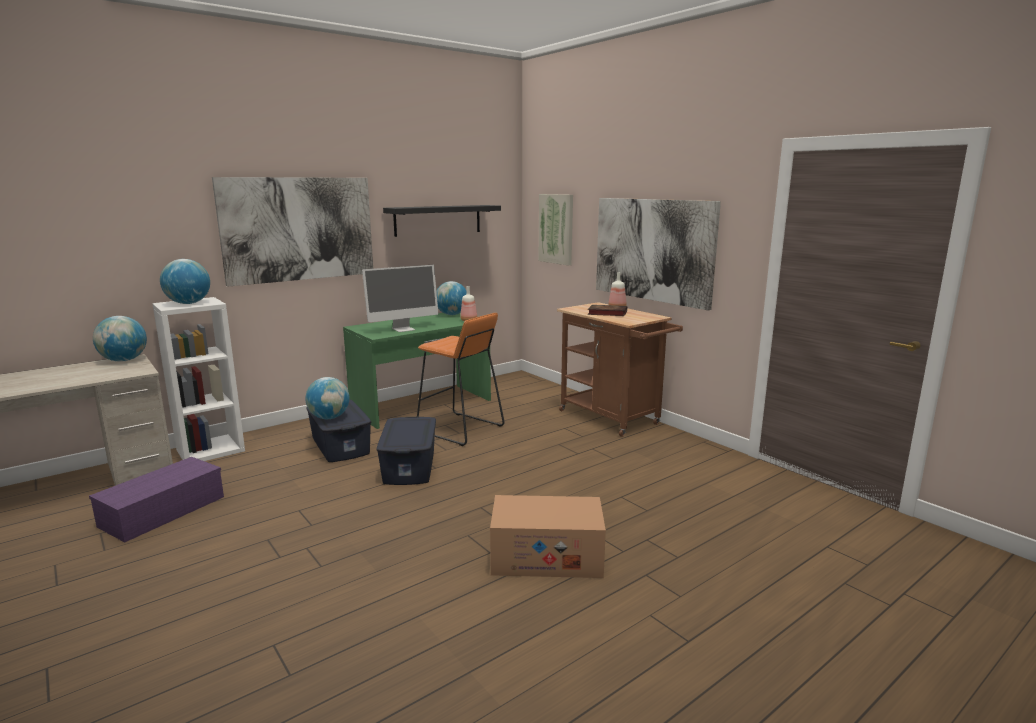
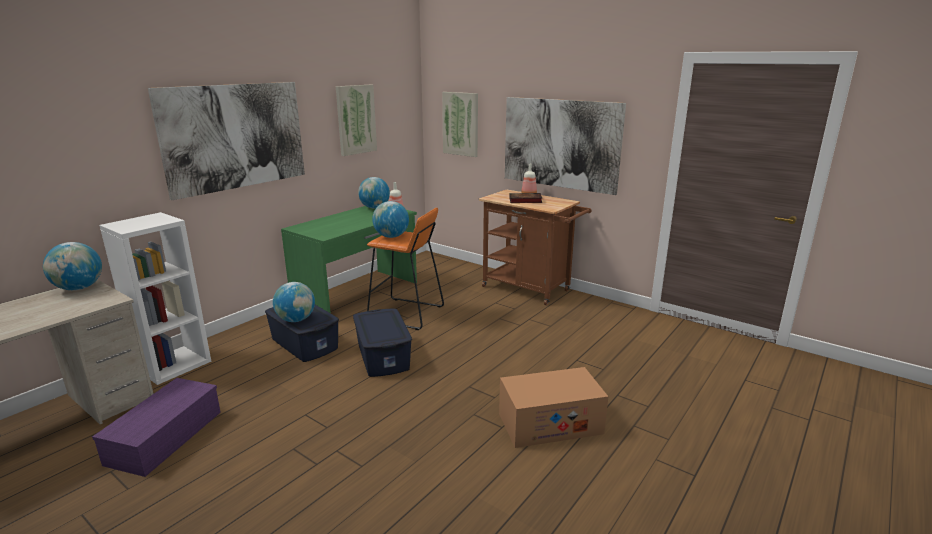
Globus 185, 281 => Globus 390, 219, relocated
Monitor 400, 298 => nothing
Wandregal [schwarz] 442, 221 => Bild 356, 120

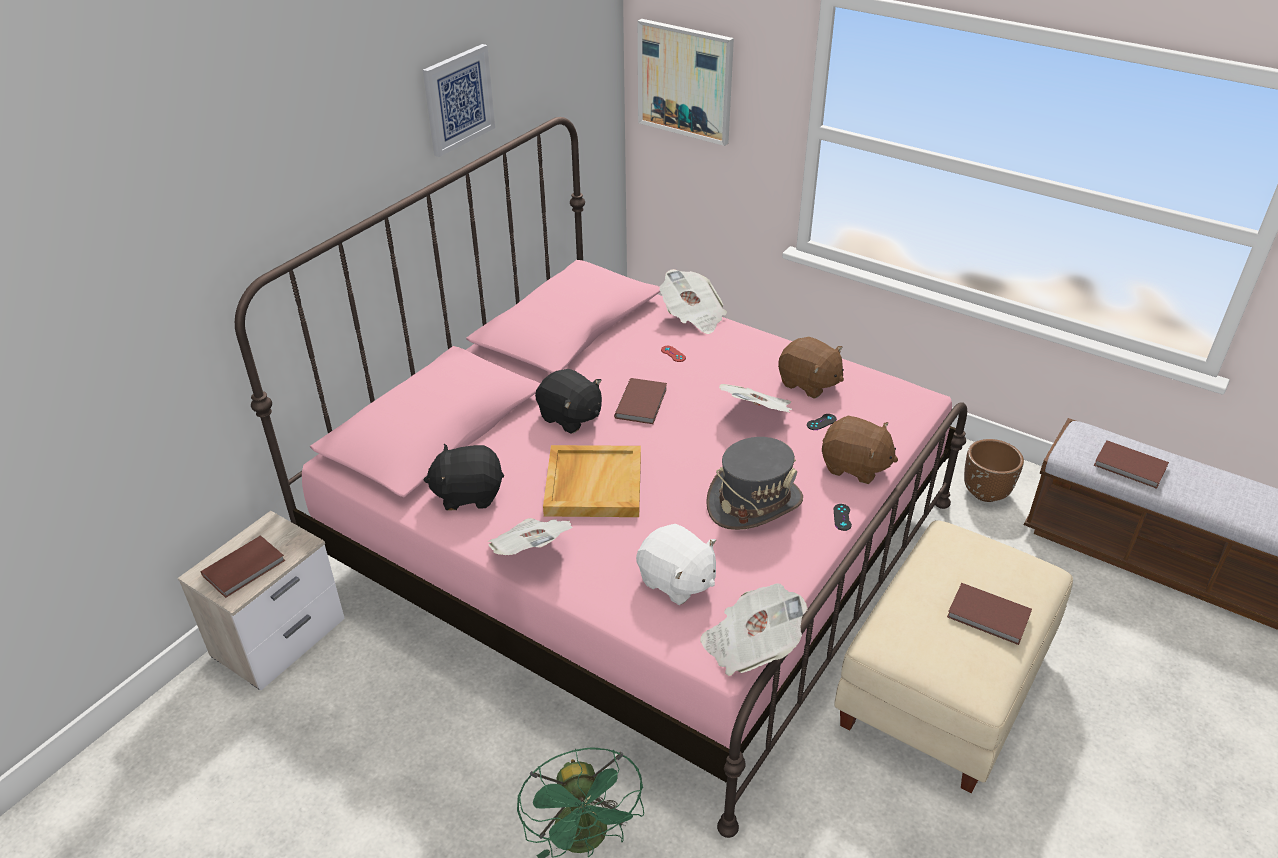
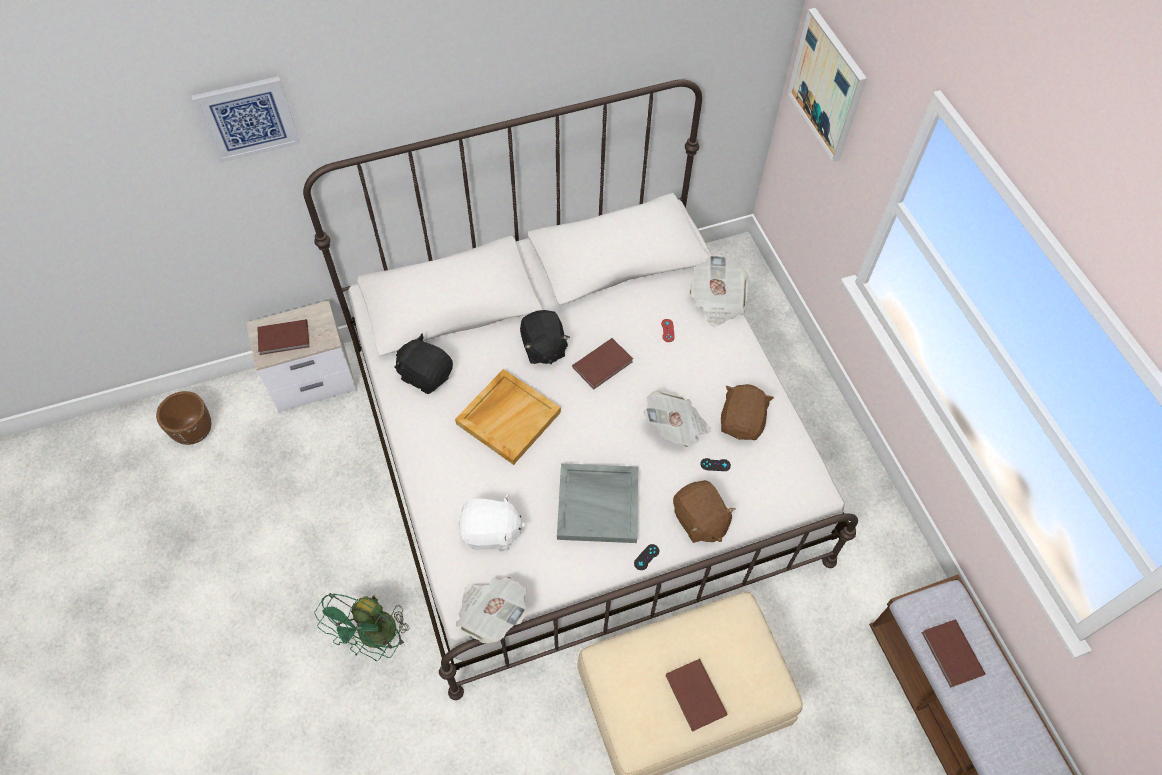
Bett [rosa] 601, 477 => Bett [weiß] 580, 389
Bild 459, 100 => Bild 246, 119, relocated
Zeitung 530, 536 => nothing
Plüschtier [weiß] 676, 564 => Plüschtier [weiß] 492, 522, 75 degrees counterclockwise
Hut [grau] 754, 483 => Tablett [grau] 597, 503
Plüschtier [braun] 811, 367 => Plüschtier [braun] 747, 412, 150 degrees counterclockwise
Pflanzkübel [braun] 994, 470 => Pflanzkübel [braun] 183, 418, relocated

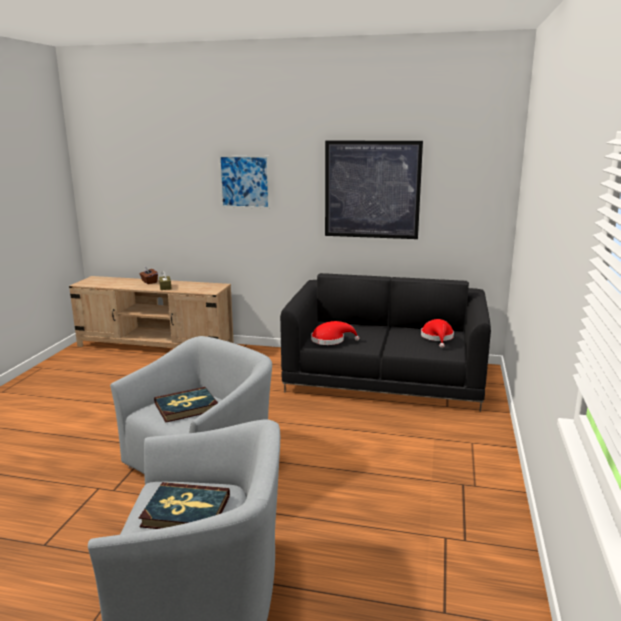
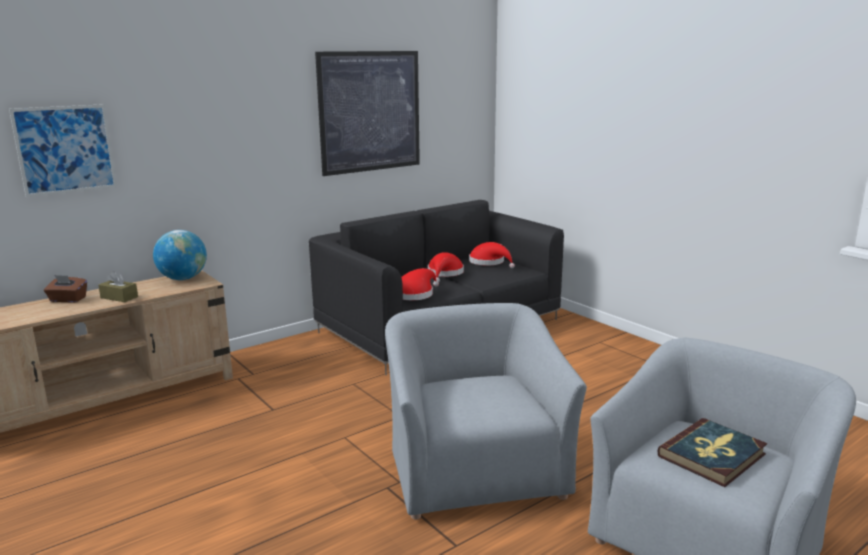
Buch 186, 405 => nothing
Bild 244, 182 => Bild 63, 150, relocated
nothing => Globus 180, 255
nothing => Hut [rot] 446, 267

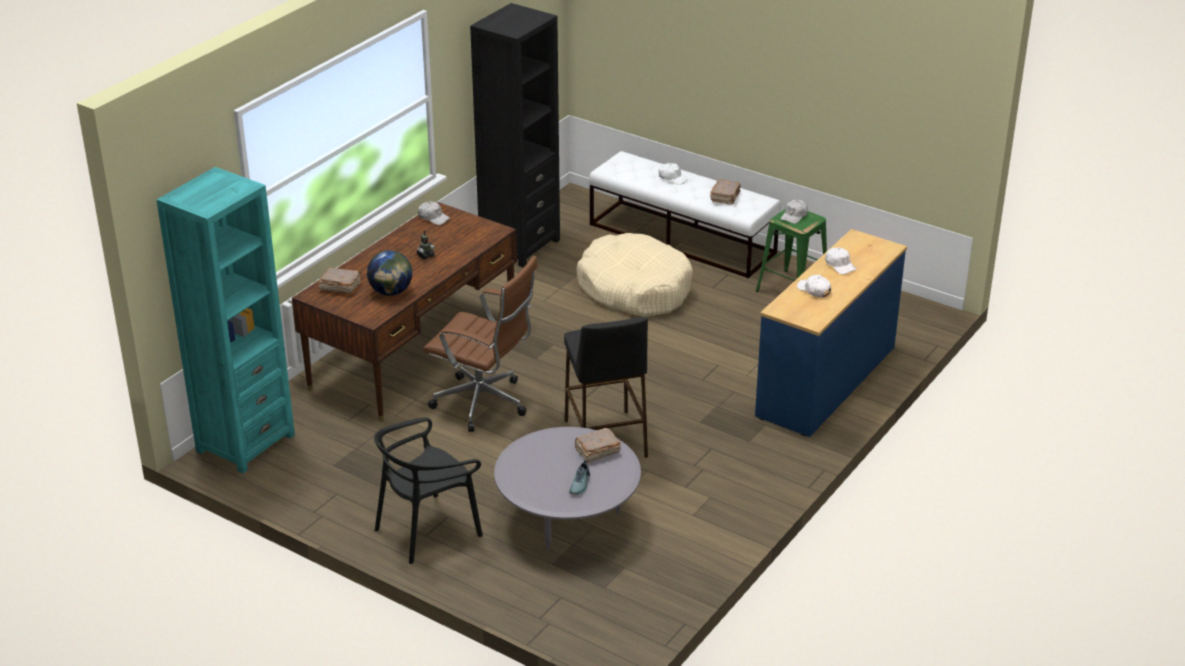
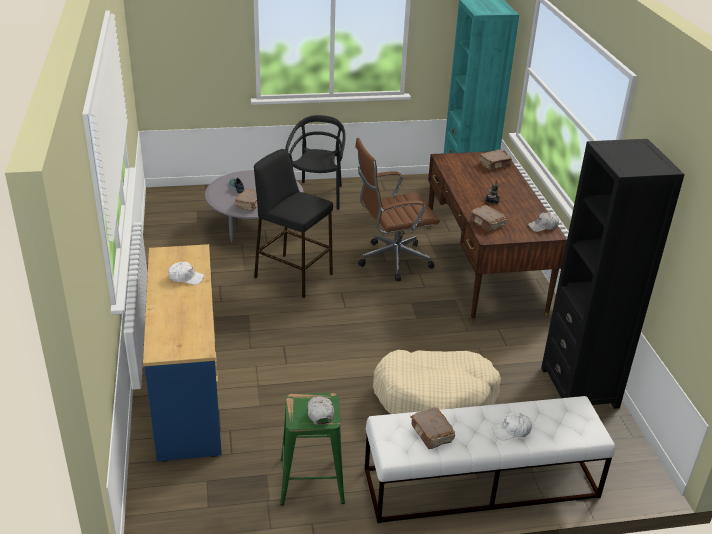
Globus 389, 273 => nothing
Kappe [weiß] 841, 260 => nothing
nothing => Buch [braun] 488, 218

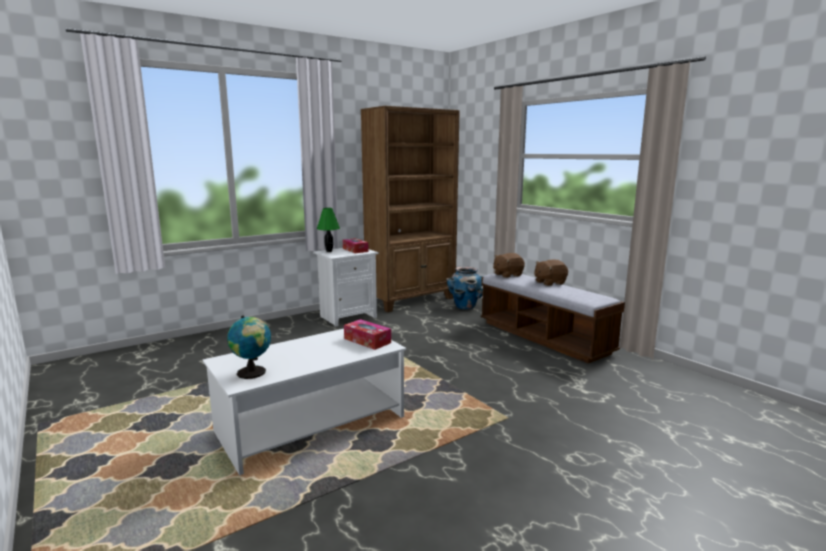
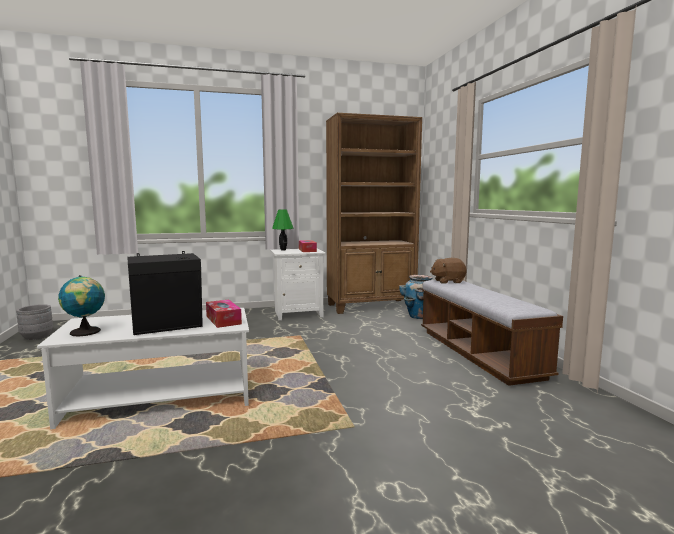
Plüschtier [braun] 551, 273 => nothing
nothing => Pflanzkübel [grau] 34, 322
nothing => Lautsprecher [schwarz] 165, 293

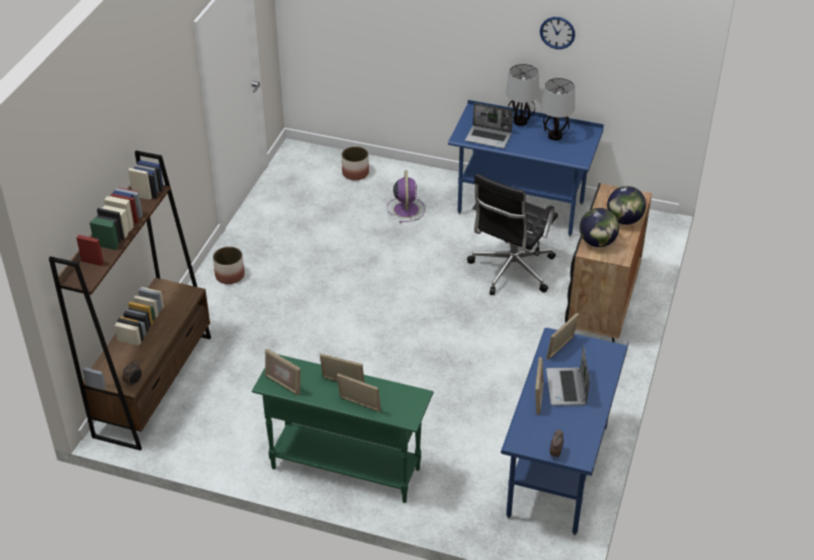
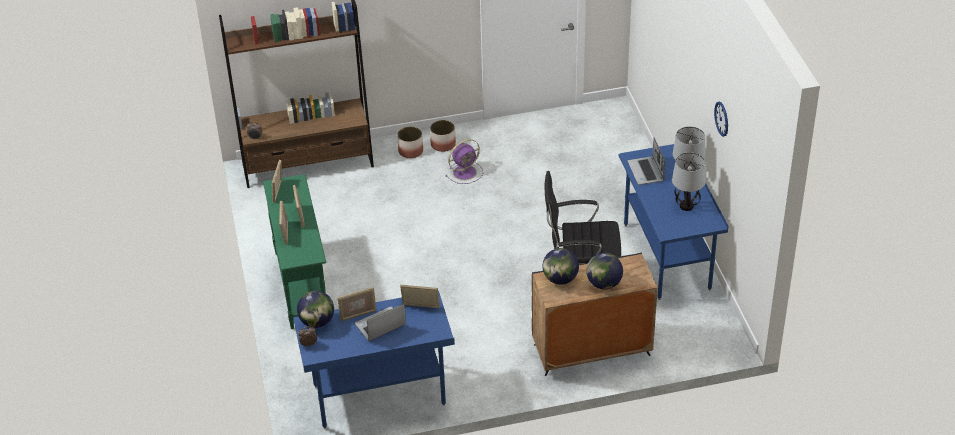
Pflanzkübel 355, 163 => Pflanzkübel 410, 142, relocated
Ventilator [lila] 406, 196 => Ventilator [lila] 464, 161, relocated
nothing => Globus 315, 309

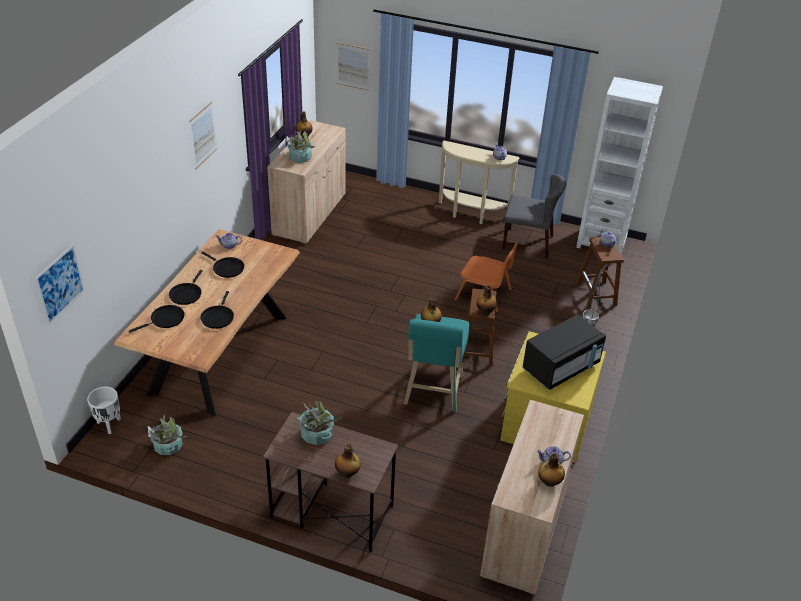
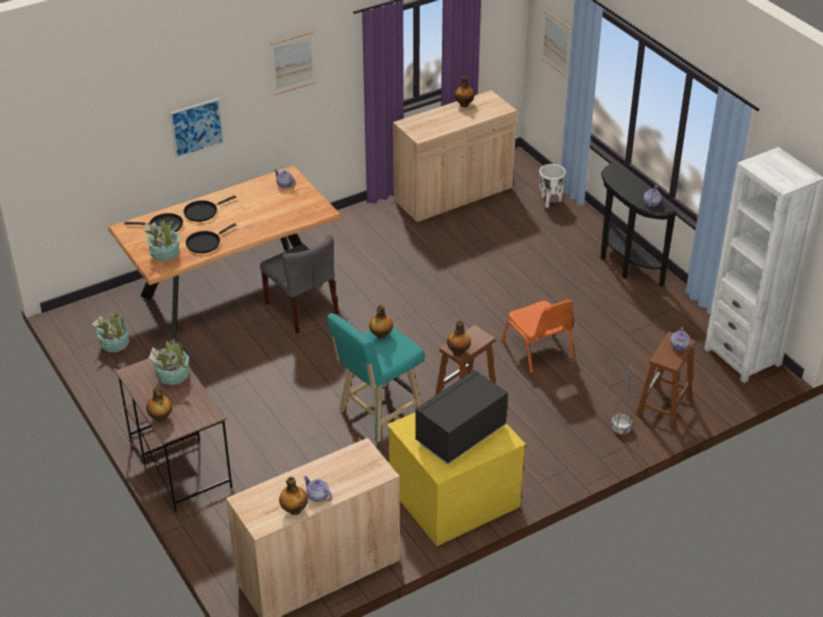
Bild 59, 284 => Bild 197, 128, relocated
Pflanzkübel [weiß] 104, 410 => Pflanzkübel [weiß] 552, 186, relocated
Pfanne [schwarz] 222, 265 => nothing
Topfpflanze 301, 146 => Topfpflanze 161, 240, relocated
Konsolentisch [beige] 479, 182 => Konsolentisch [schwarz] 638, 224
Stuhl [grau] 534, 216 => Stuhl [grau] 299, 284, relocated
Mikrowelle [schwarz] 564, 352 => Mikrowelle [schwarz] 461, 417, 135 degrees clockwise

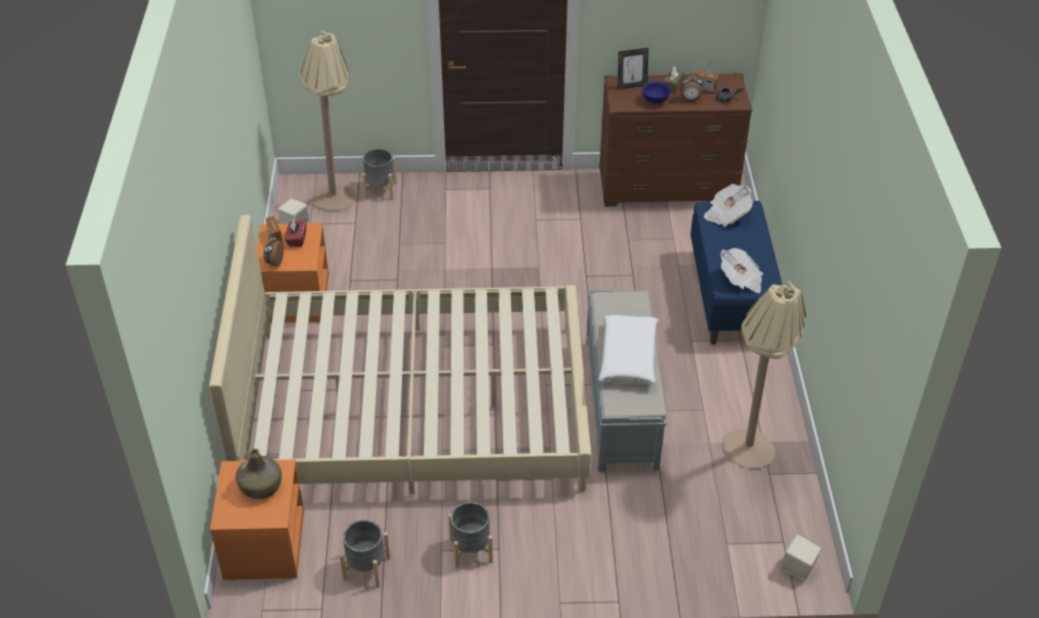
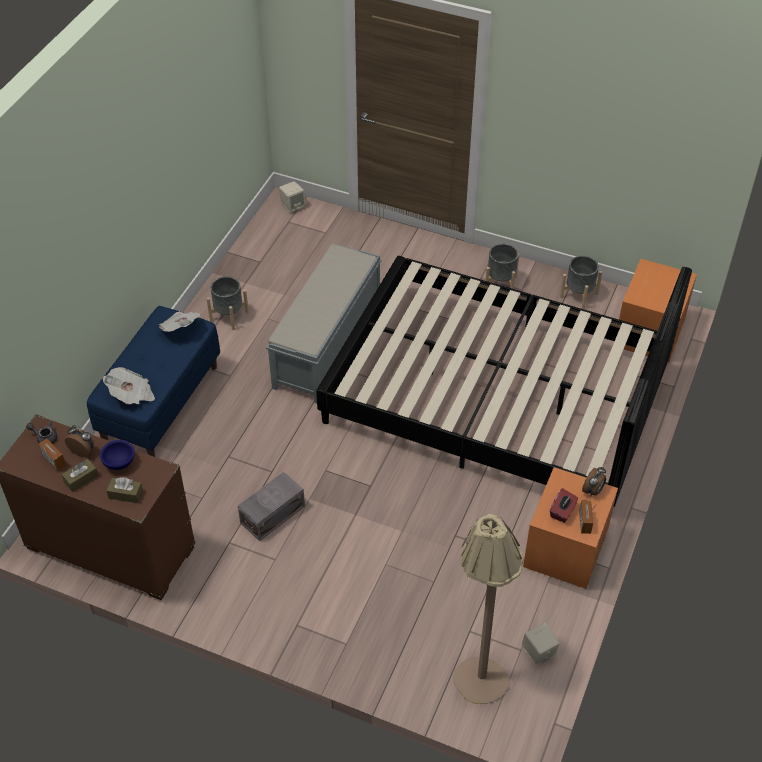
Bett [beige] 400, 355 => Bett [schwarz] 504, 381
Flasche [grün] 259, 473 => nothing
Pflanzkübel [grau] 379, 174 => Pflanzkübel [grau] 228, 303, relocated
Kissen [weiß] 628, 350 => nothing
Bilderrahmen 633, 69 => Taschentuchbox [braun] 124, 490
Stehlampe [beige] 764, 375 => nothing
nothing => Aufbewahrungsbox [grau] 271, 506

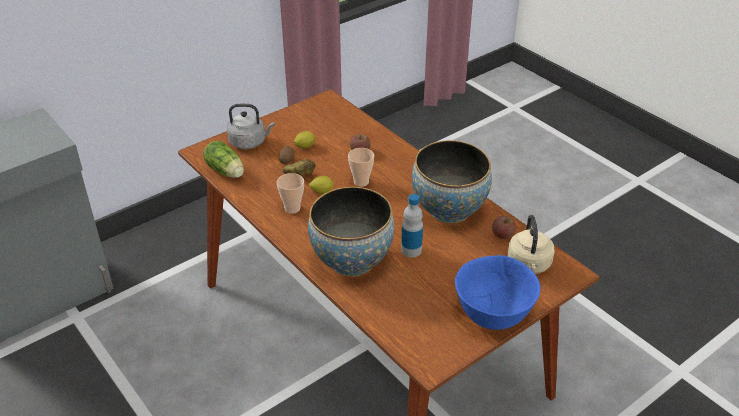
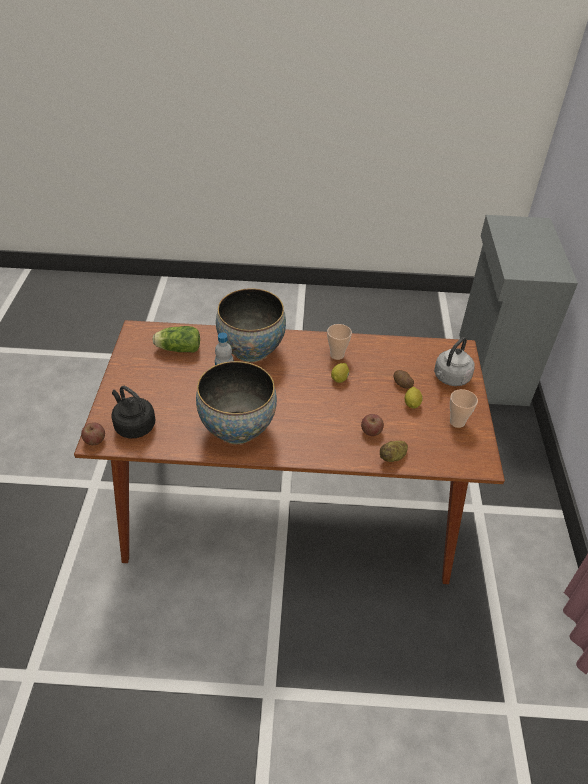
Salatkopf 223, 159 => Salatkopf 176, 339, relocated
Kartoffel 299, 167 => Kartoffel 394, 451, relocated
Tasse 361, 167 => Tasse 464, 408, relocated
Schüssel [blau] 498, 292 => nothing
Apfel 504, 227 => Apfel 93, 433, relocated
Wasserkessel [beige] 531, 244 => Wasserkessel [schwarz] 133, 412

